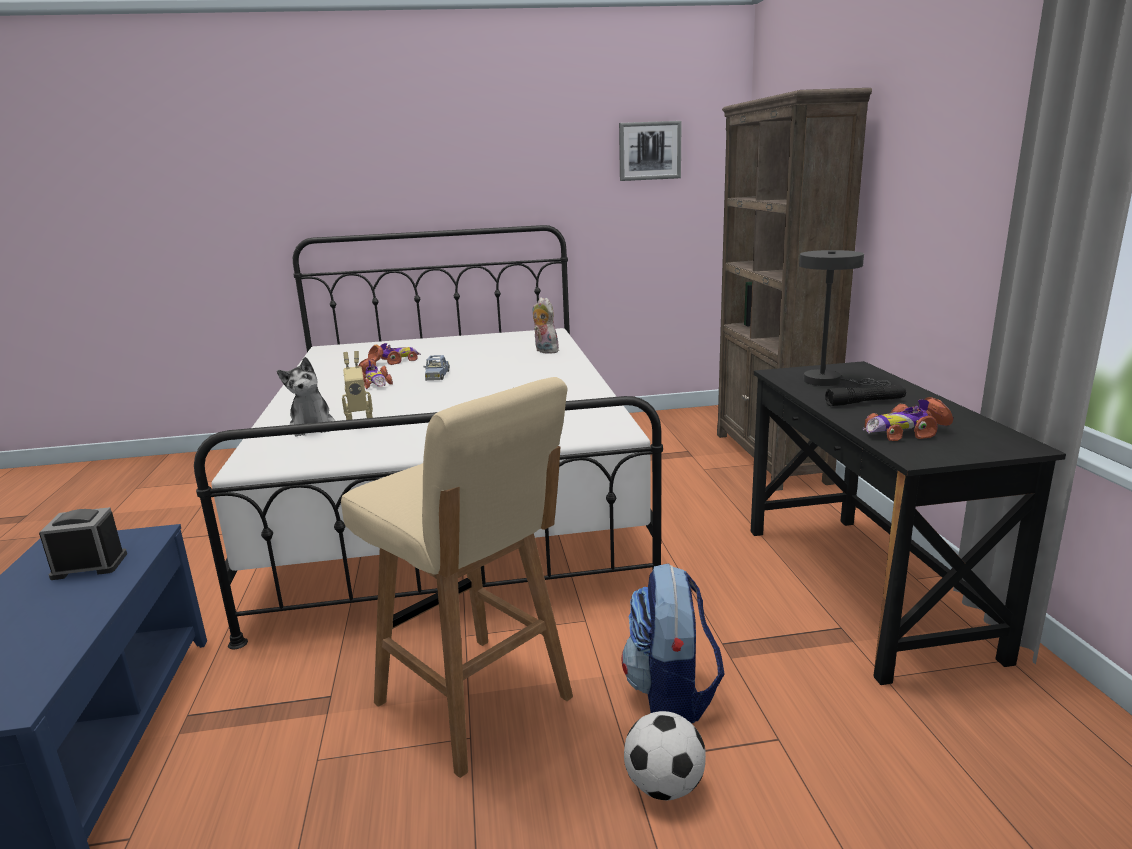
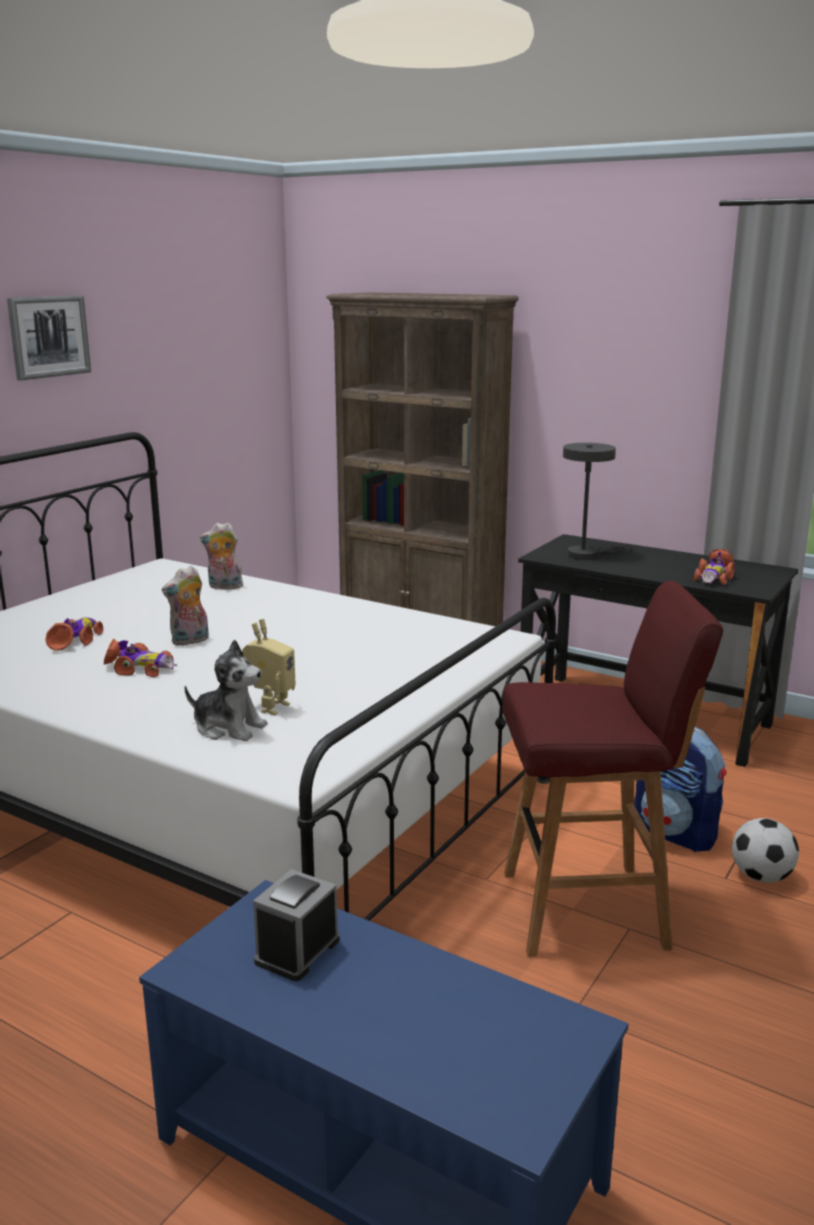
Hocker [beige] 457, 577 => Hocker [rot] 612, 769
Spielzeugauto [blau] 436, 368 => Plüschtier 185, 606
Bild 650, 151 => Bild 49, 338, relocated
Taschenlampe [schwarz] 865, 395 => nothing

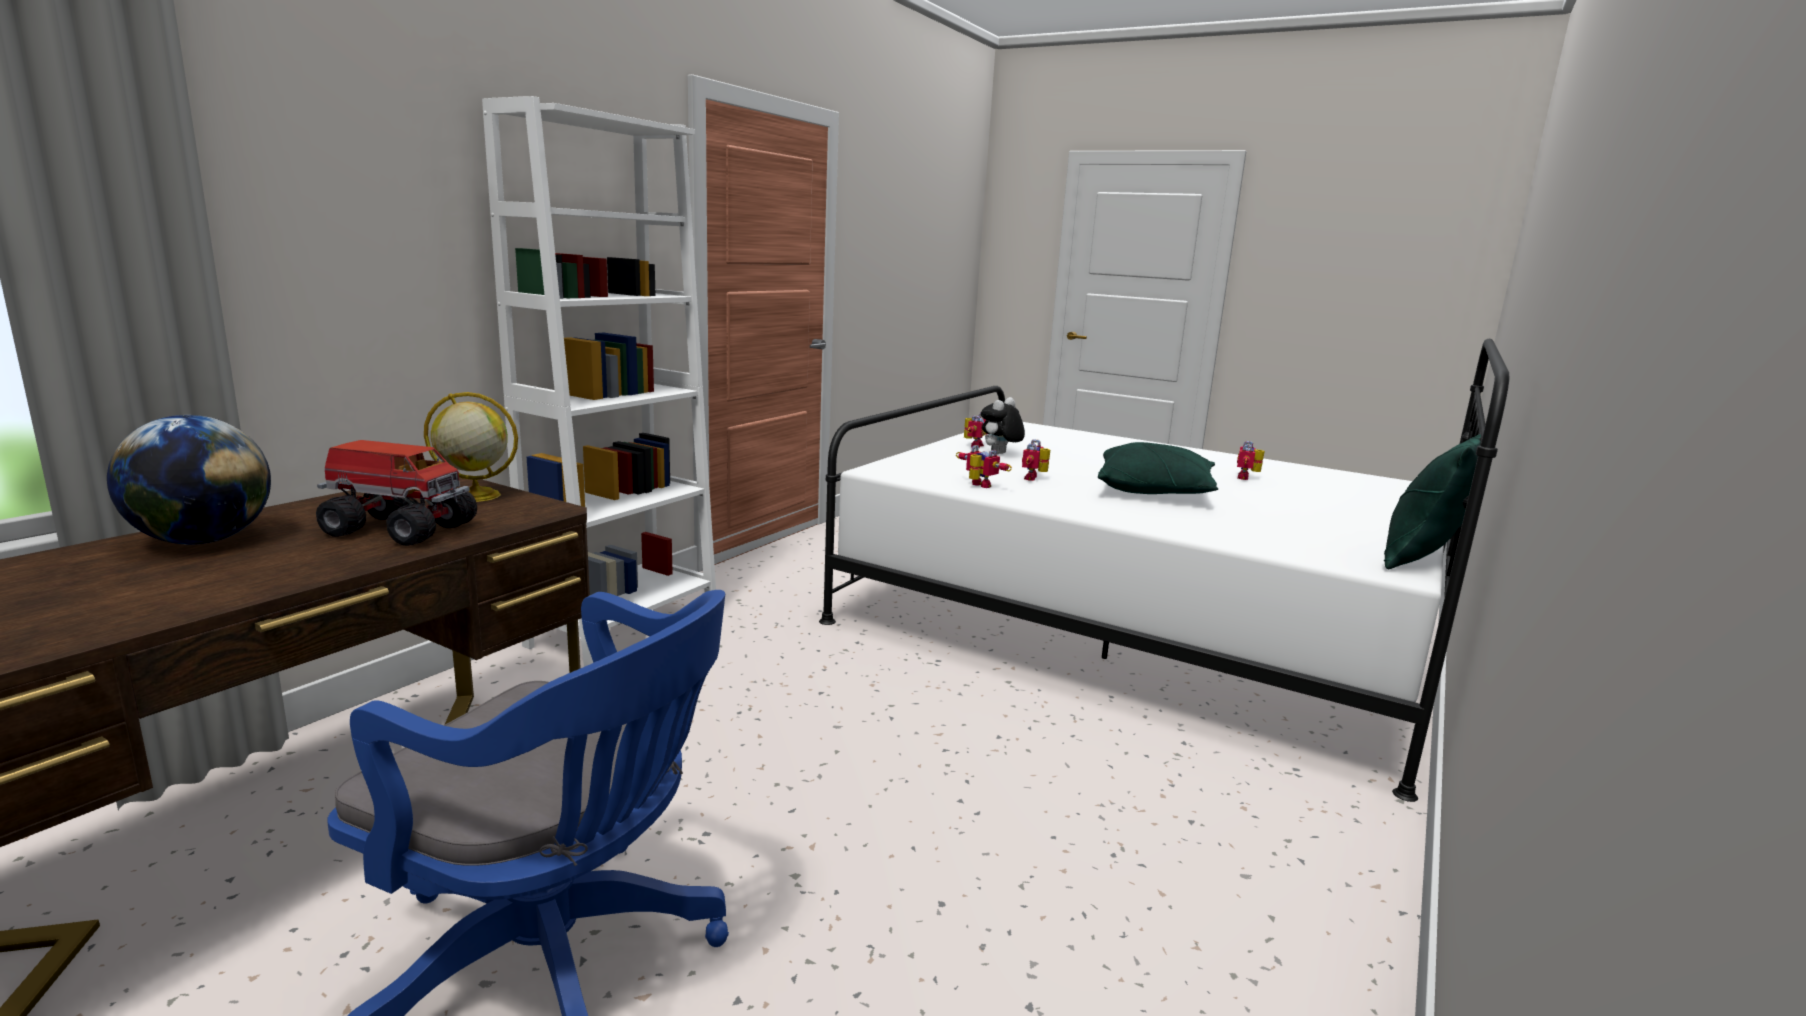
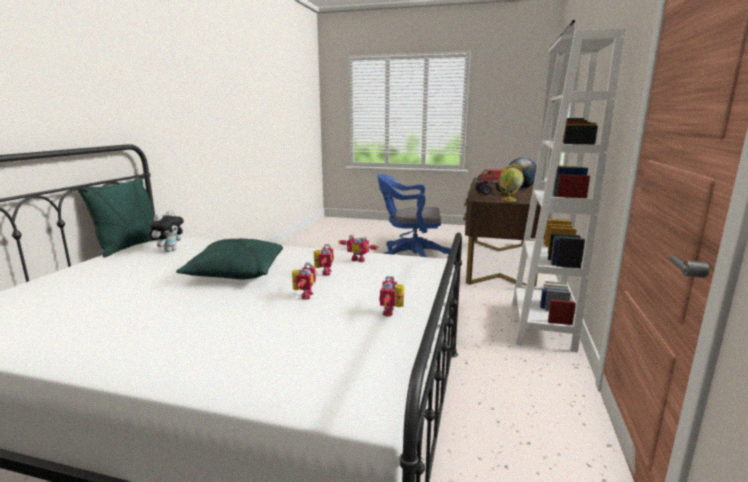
Plüschtier 1003, 426 => Plüschtier 166, 231, relocated
Spielzeugroboter 1251, 460 => Spielzeugroboter 304, 281, relocated

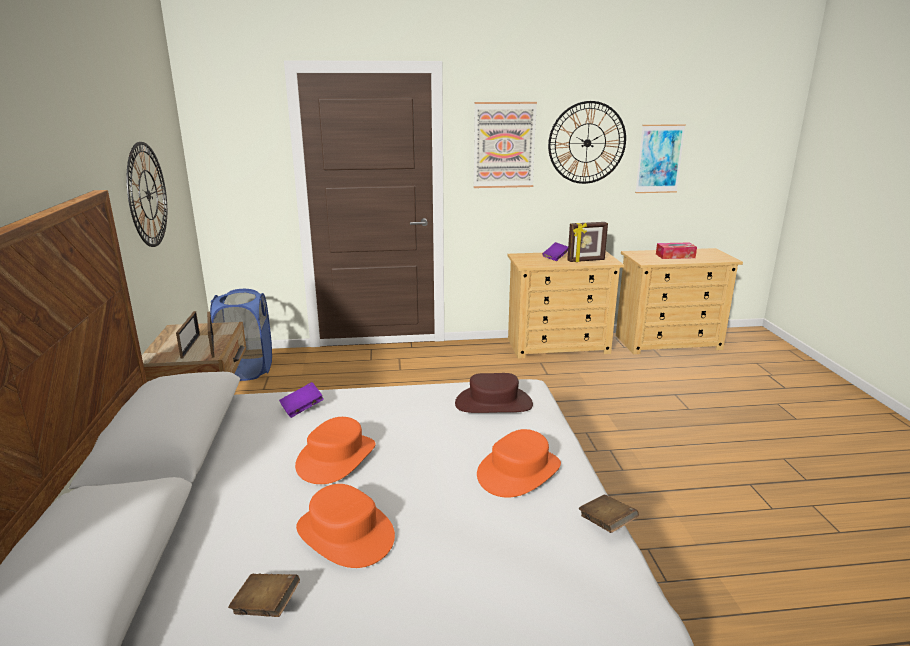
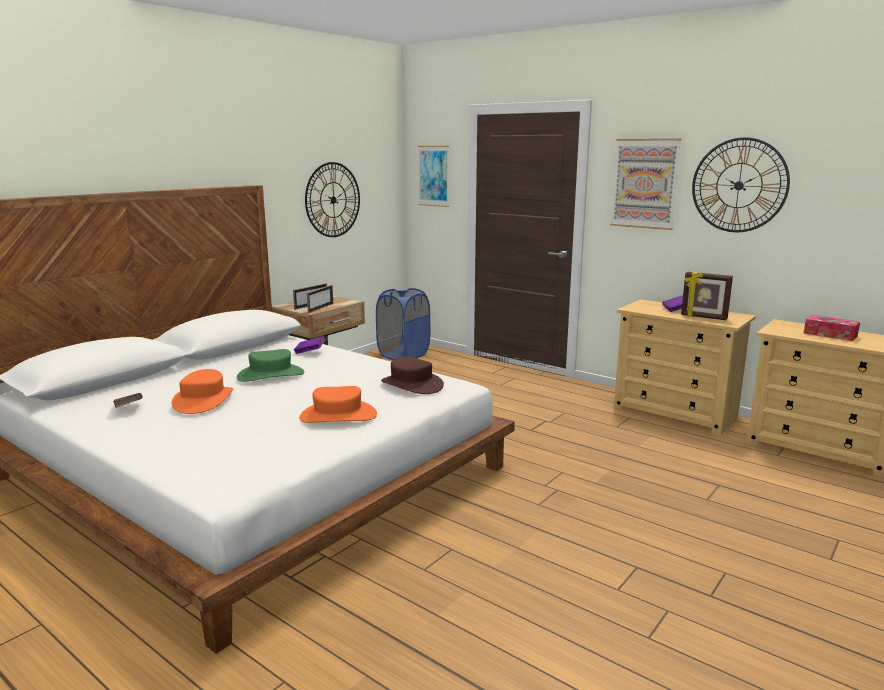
Hut [orange] 335, 450 => Hut [grün] 270, 365
Buch [braun] 609, 514 => nothing
Bild 660, 158 => Bild 433, 176, relocated

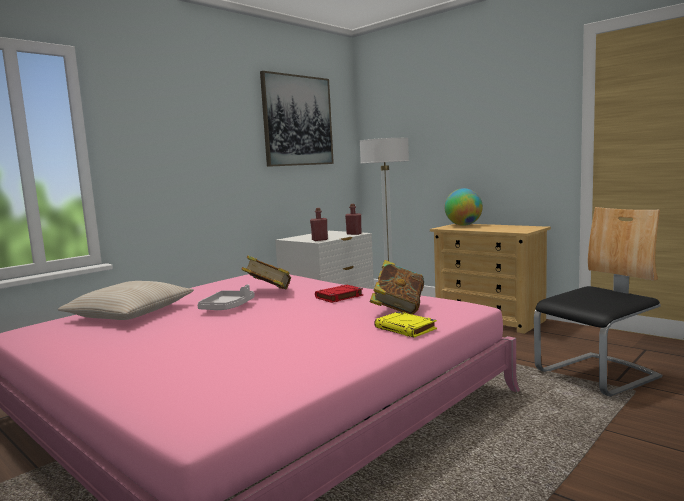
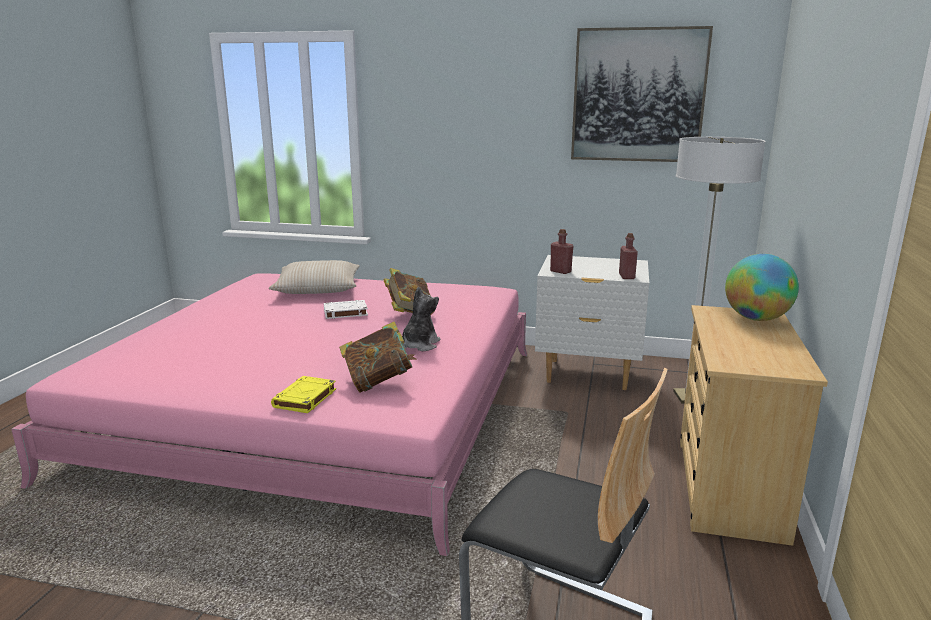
Tablett [grau] 226, 297 => Buch [weiß] 346, 309
Buch [rot] 339, 294 => Plüschtier 421, 319

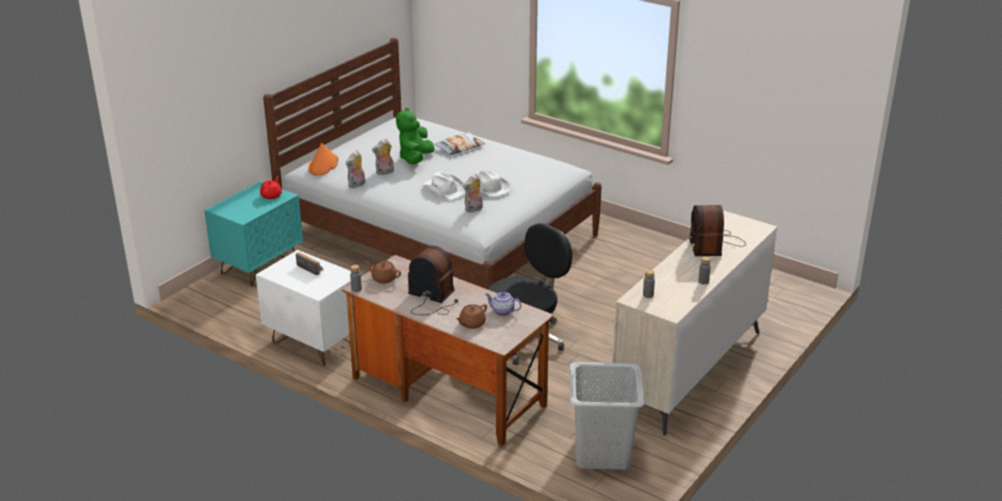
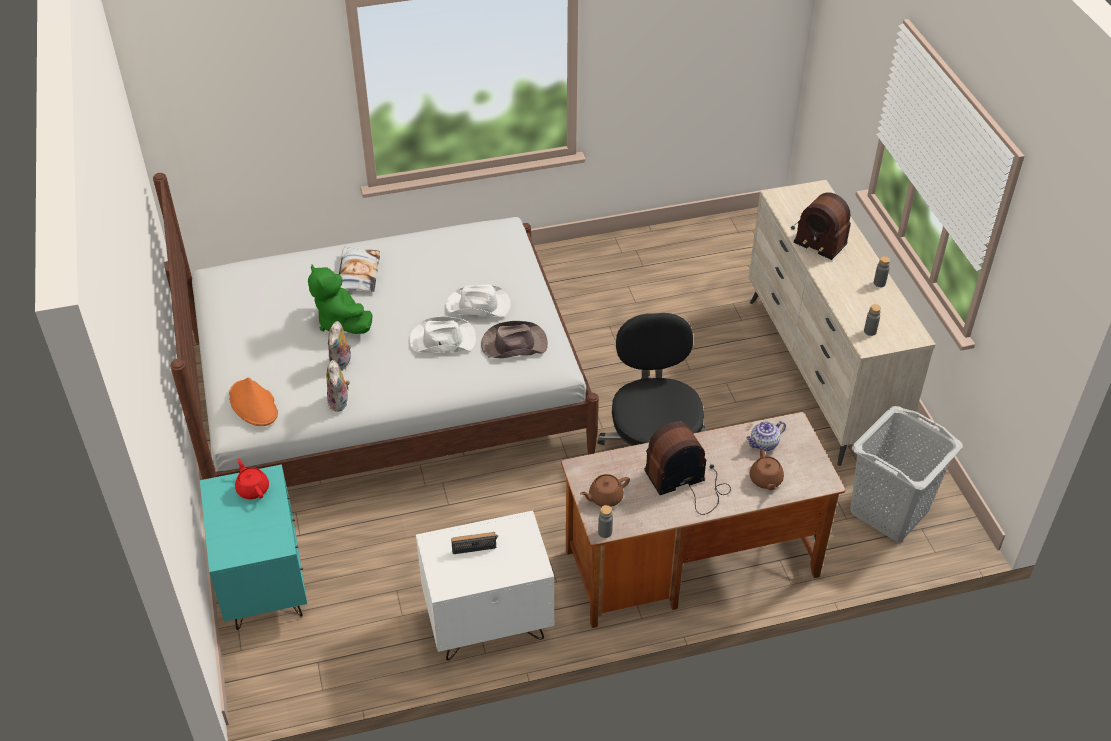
Plüschtier 473, 193 => Hut [braun] 514, 339

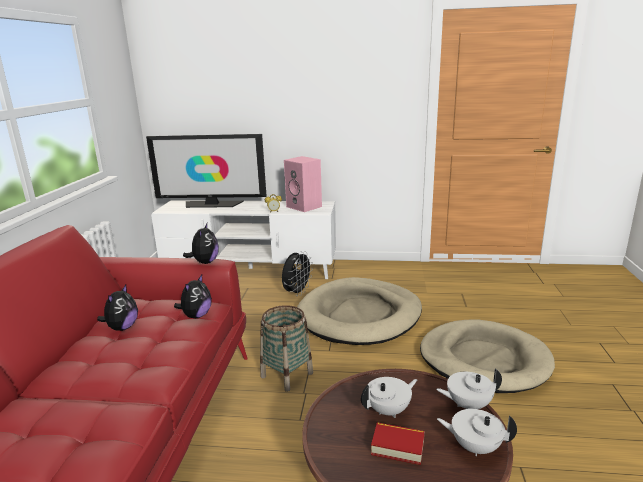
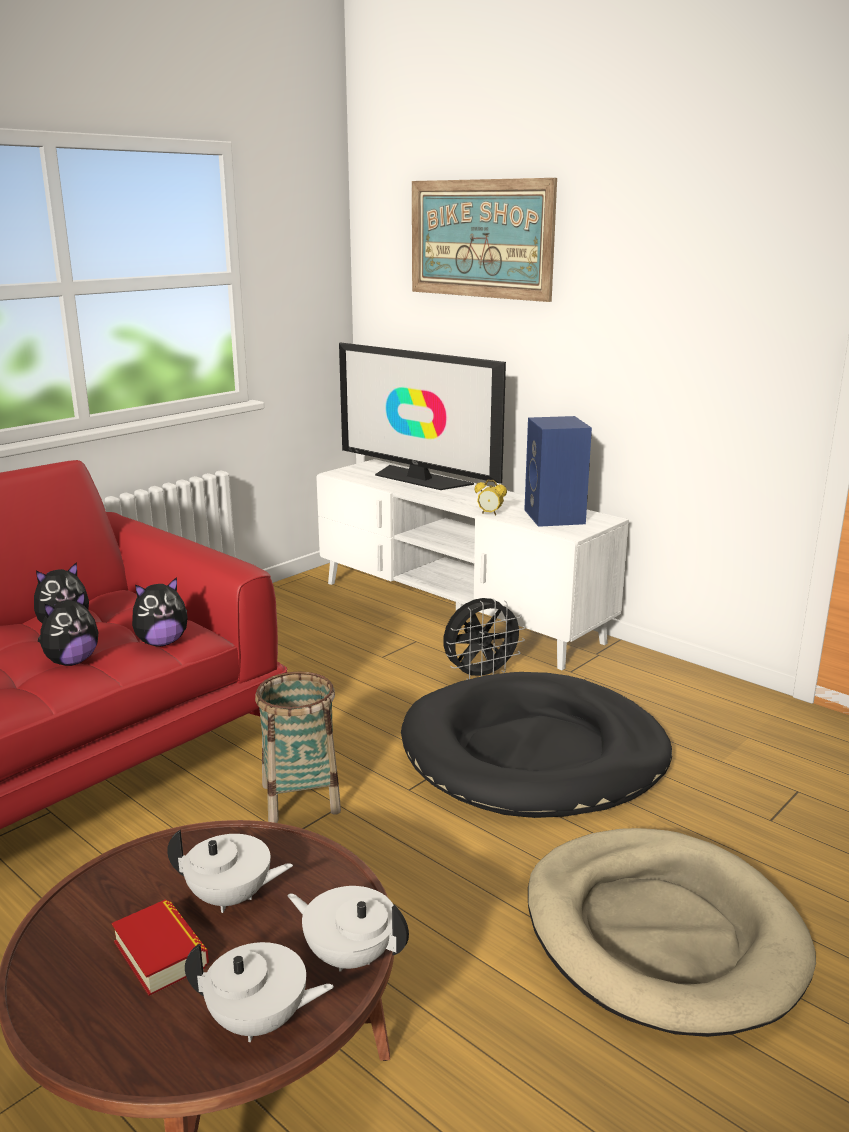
Plüschtier 201, 243 => Plüschtier 68, 629, relocated
Lautsprecher [rosa] 303, 184 => Lautsprecher [blau] 558, 471
Hundebett [beige] 359, 311 => Hundebett [schwarz] 536, 745
Teekanne [weiß] 477, 432 => Teekanne [weiß] 259, 992, 135 degrees clockwise
nothing => Bild 484, 240

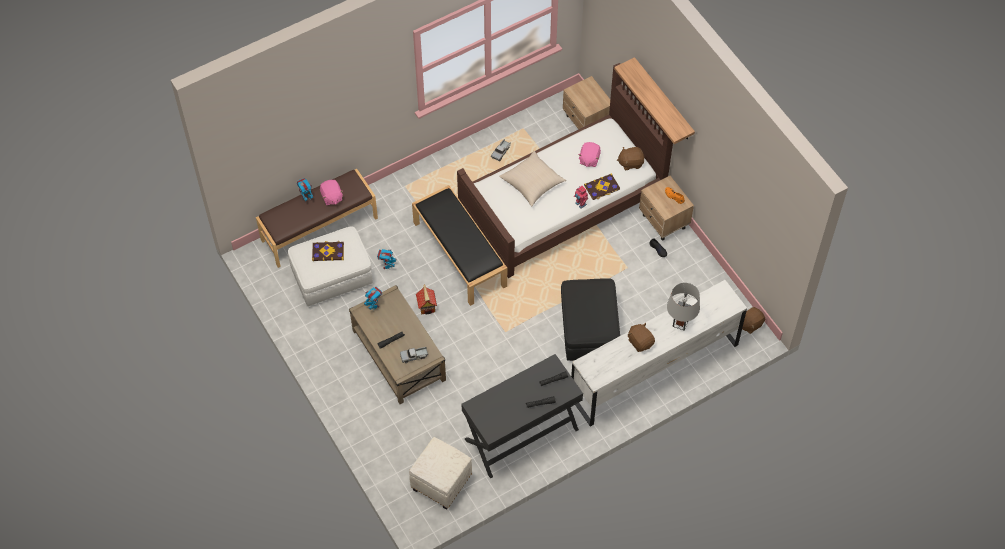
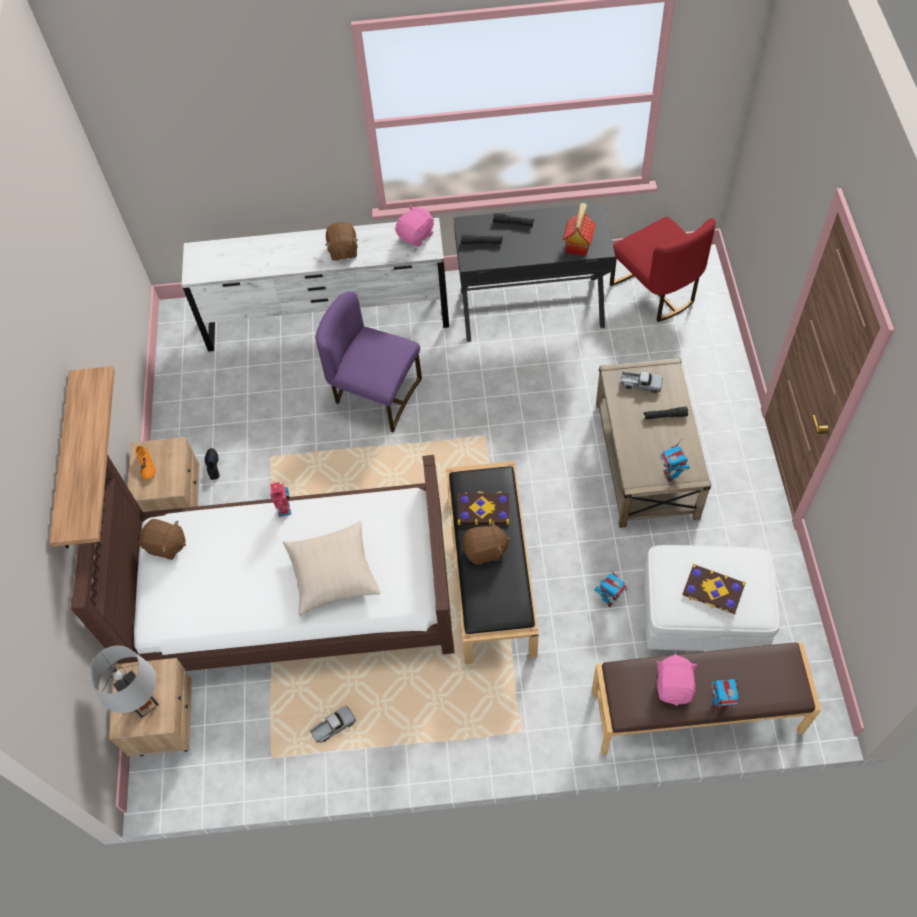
Polsterhocker [weiß] 440, 473 => Stuhl [rot] 662, 269
Spielzeughaus 426, 299 => Spielzeughaus 579, 229, relocated
Polsterhocker [schwarz] 590, 319 => Stuhl [lila] 369, 362
Plüschtier [rosa] 589, 154 => Plüschtier [rosa] 414, 226, relocated
Buch 602, 187 => Buch 483, 508, relocated
Tischlampe [grau] 683, 307 => Tischlampe [grau] 124, 681, relocated
Plüschtier [braun] 753, 320 => Plüschtier [braun] 487, 542, relocated

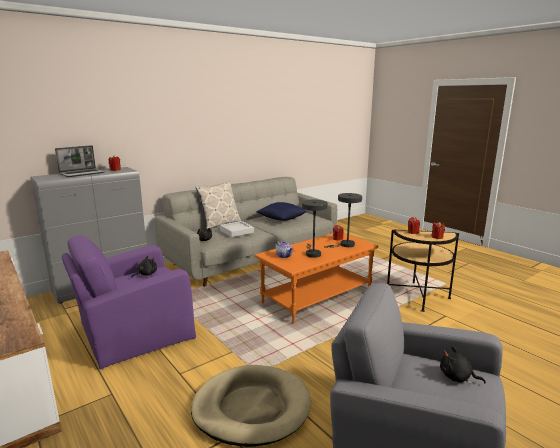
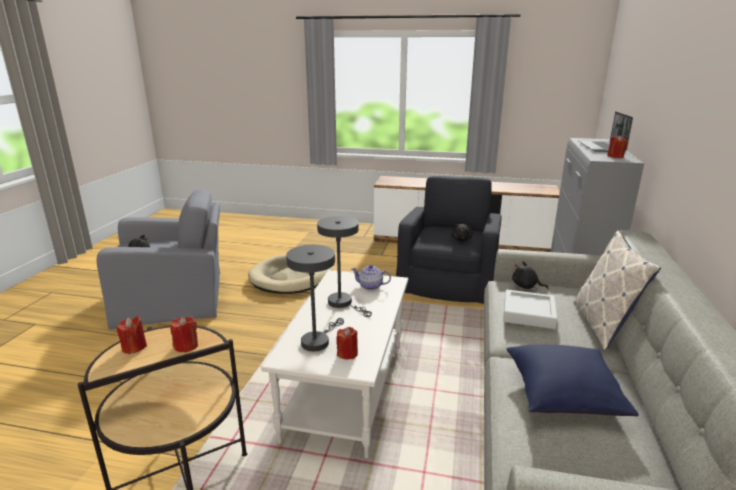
Sessel [lila] 129, 302 => Sessel [schwarz] 448, 240
Couchtisch [orange] 316, 278 => Couchtisch [weiß] 334, 364

